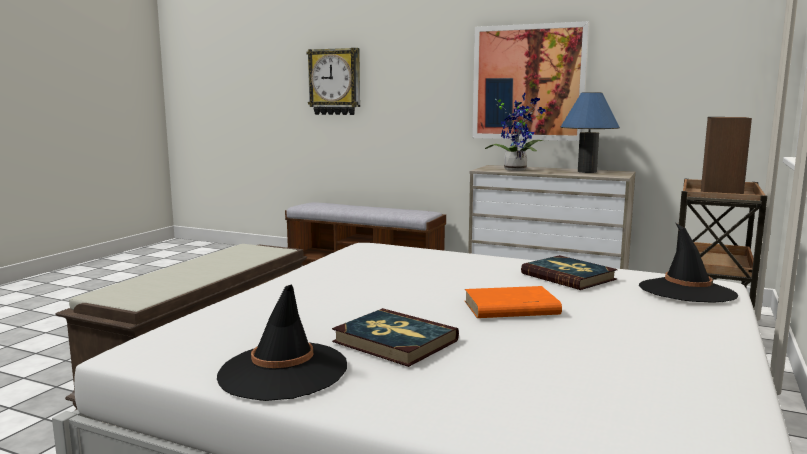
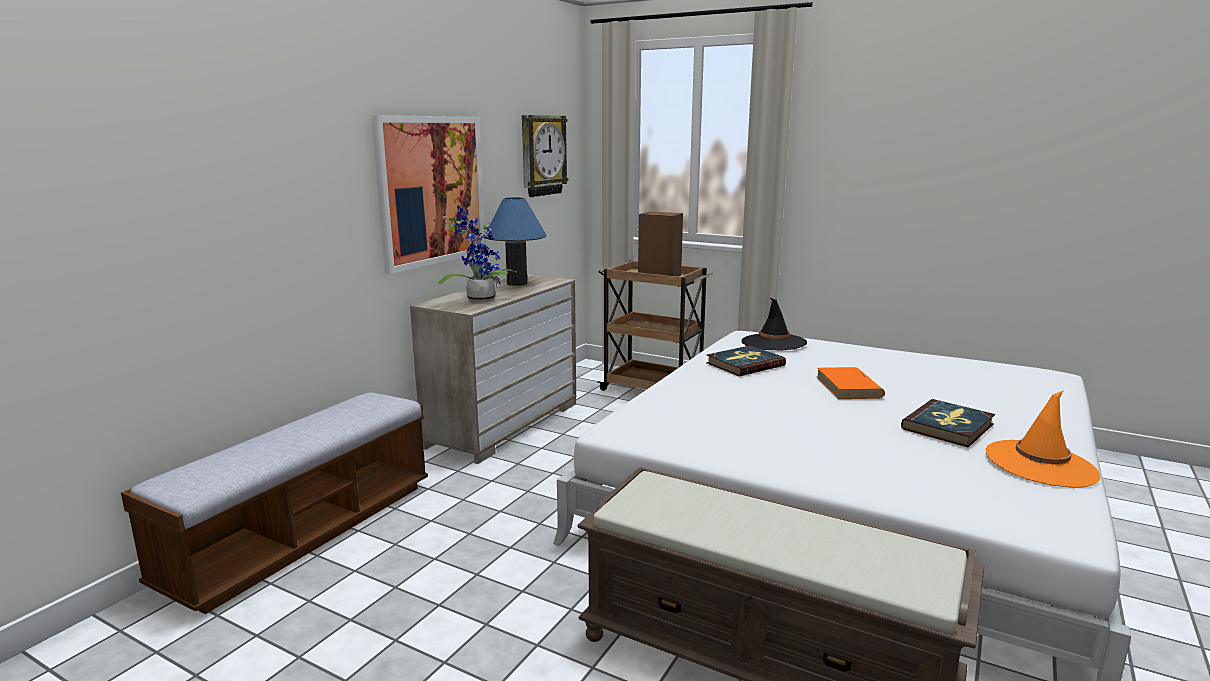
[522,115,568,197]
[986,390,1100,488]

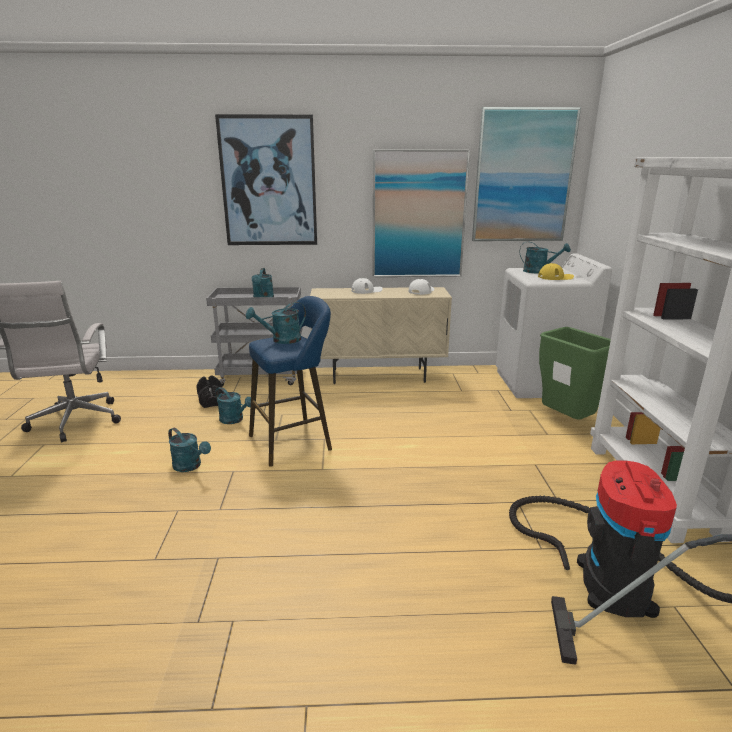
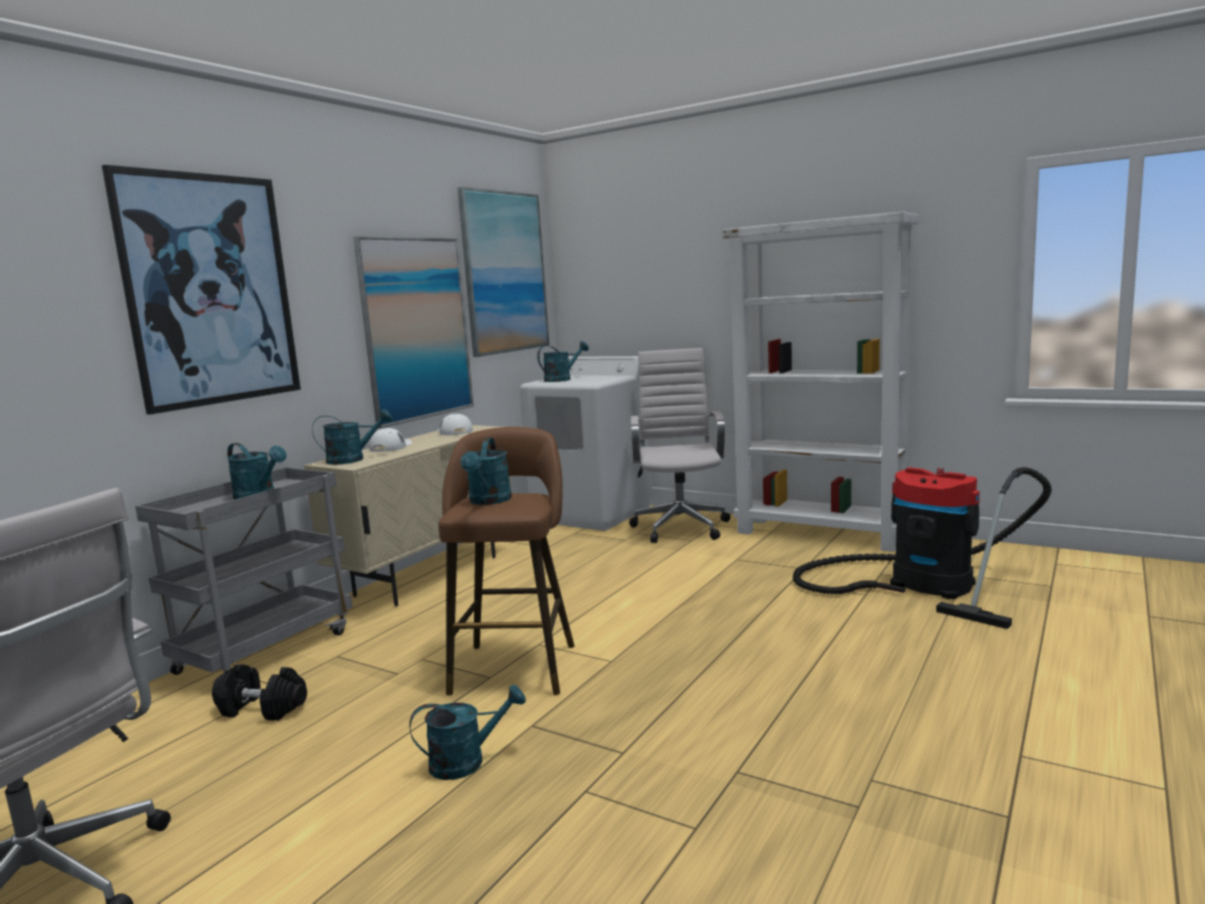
[538,263,574,280] (first image)
[312,409,393,465]
[629,348,730,543]
[438,427,575,695]

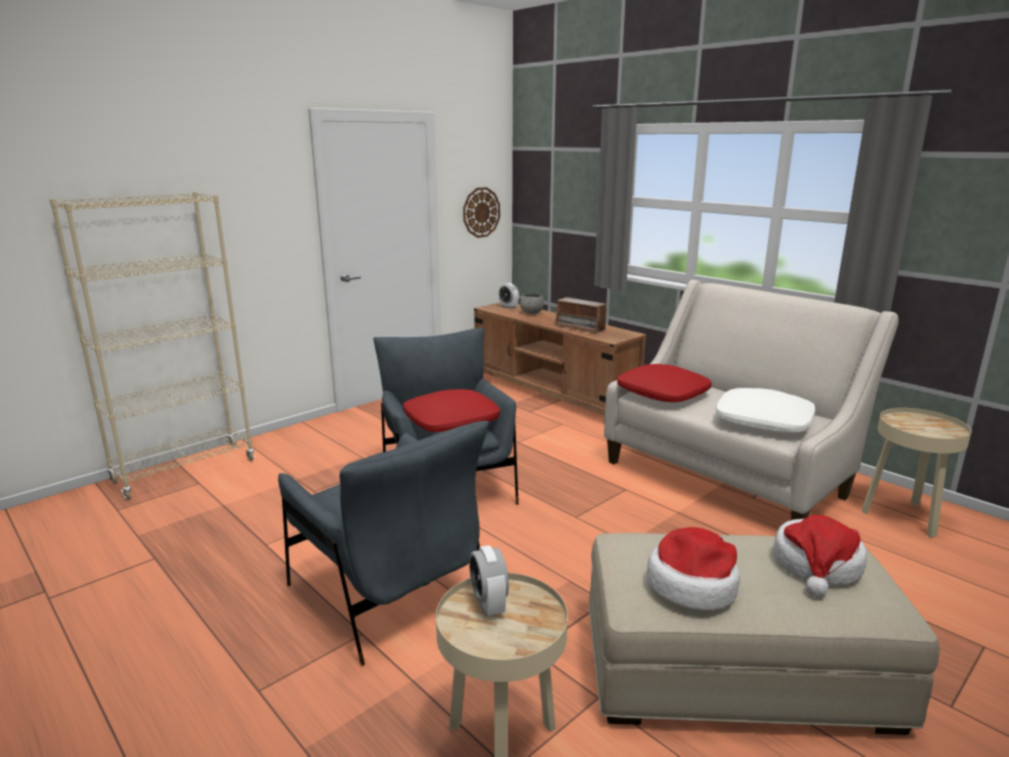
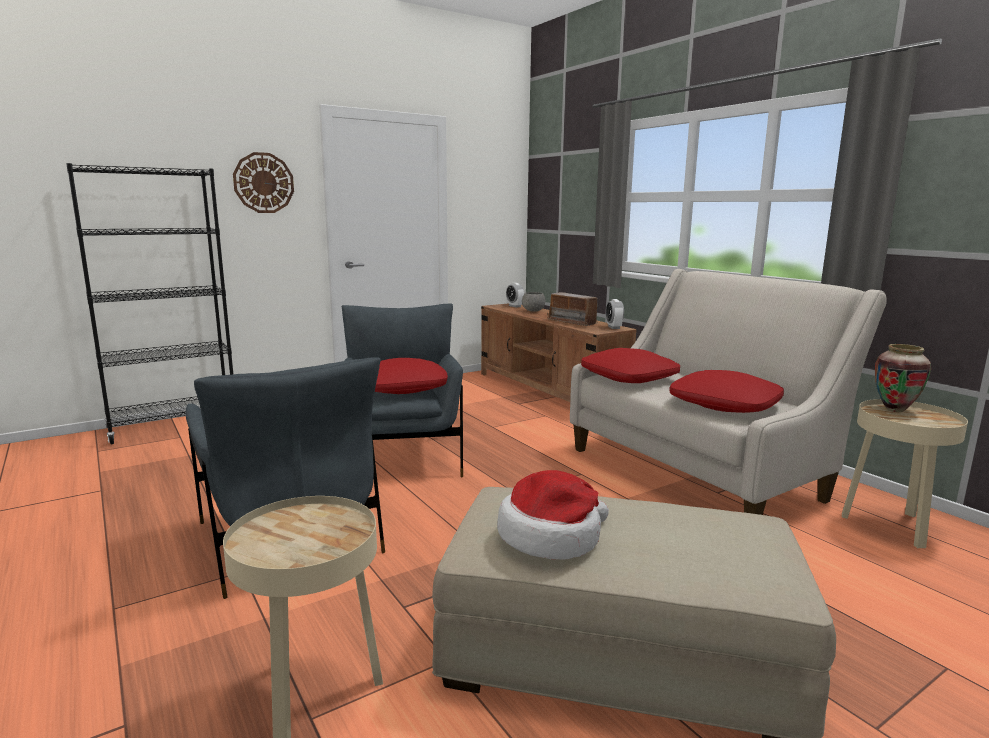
[773,515,867,597] (first image)
[875,344,931,412]
[233,152,294,213]
[606,299,624,329]
[66,163,233,444]
[669,370,784,413]

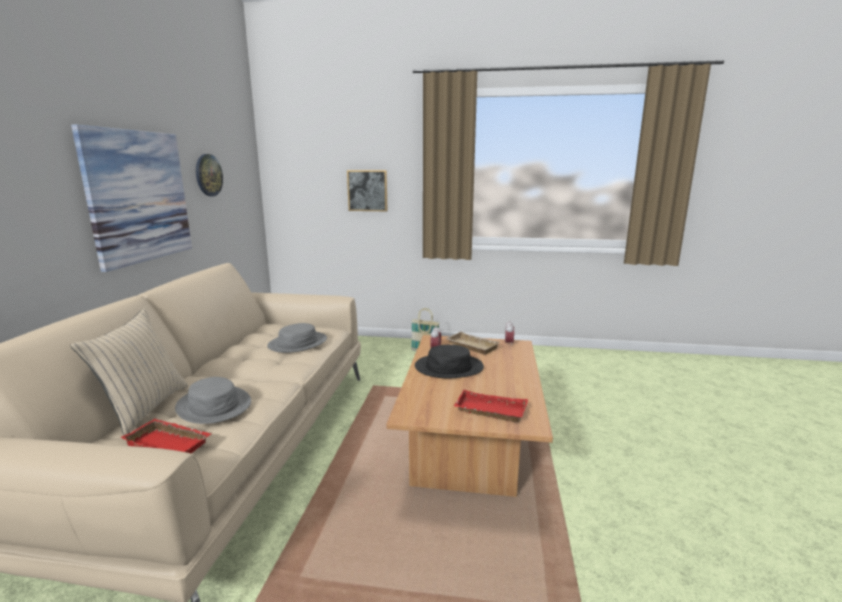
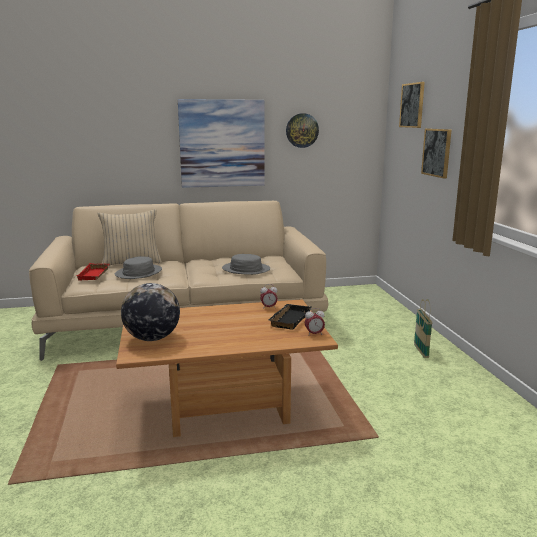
[415,345,484,378] (first image)
[399,82,425,128]
[121,283,180,341]
[269,304,311,330]

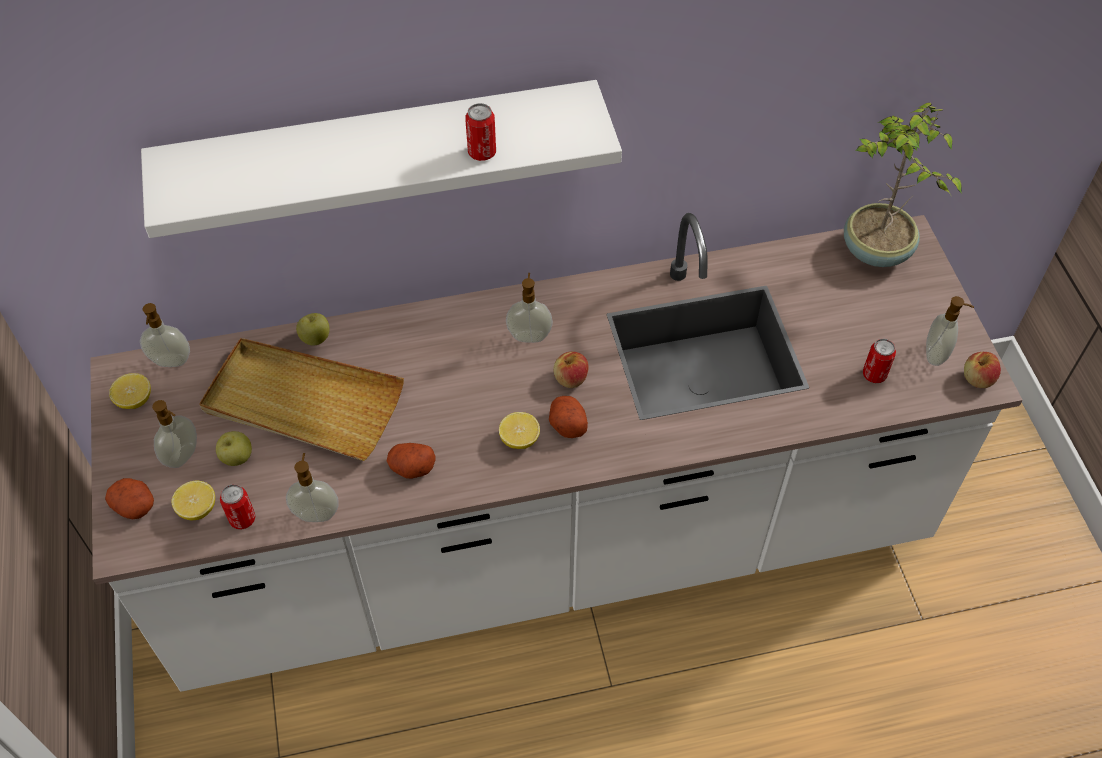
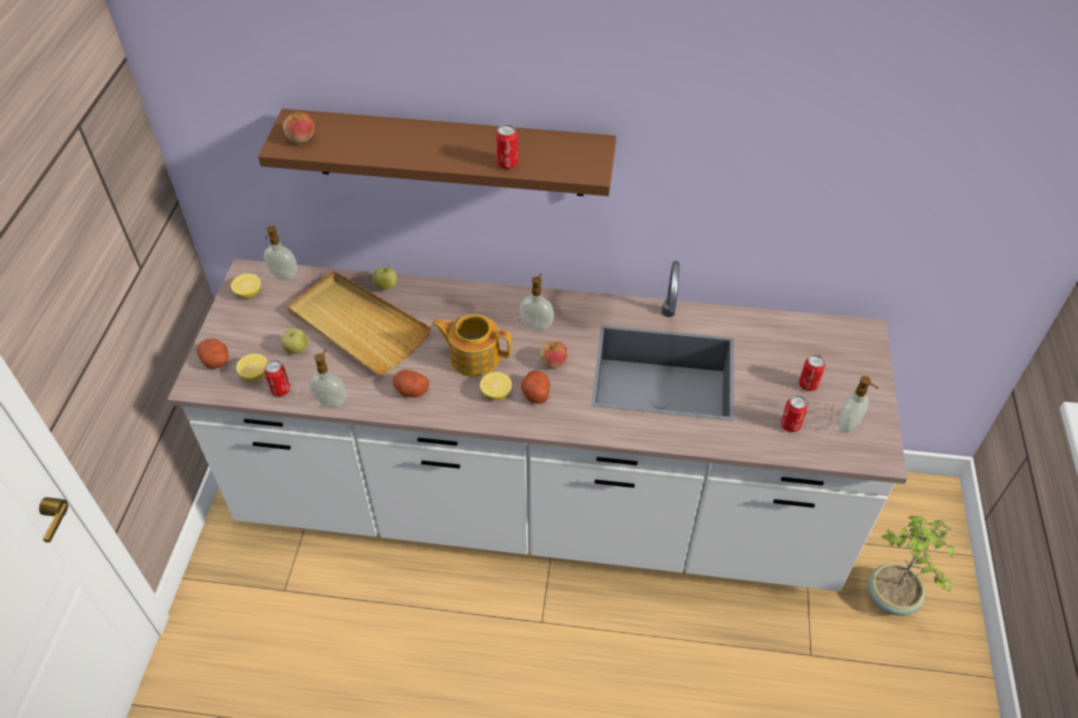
[152,400,197,468] (first image)
[432,314,512,377]
[799,355,825,391]
[868,516,954,616]
[283,112,314,144]
[258,109,616,196]

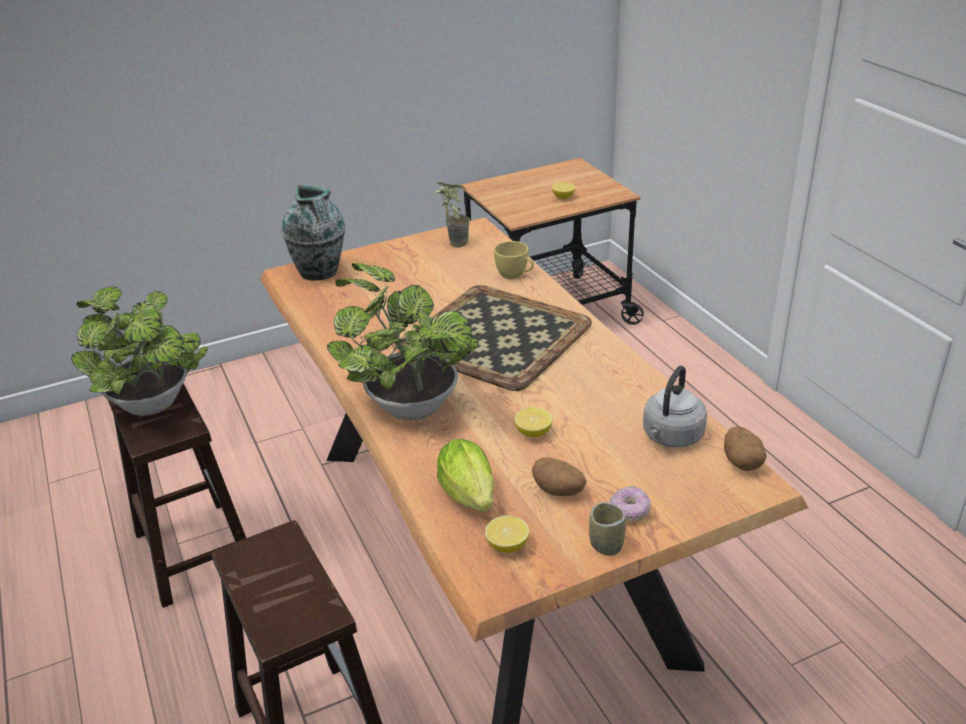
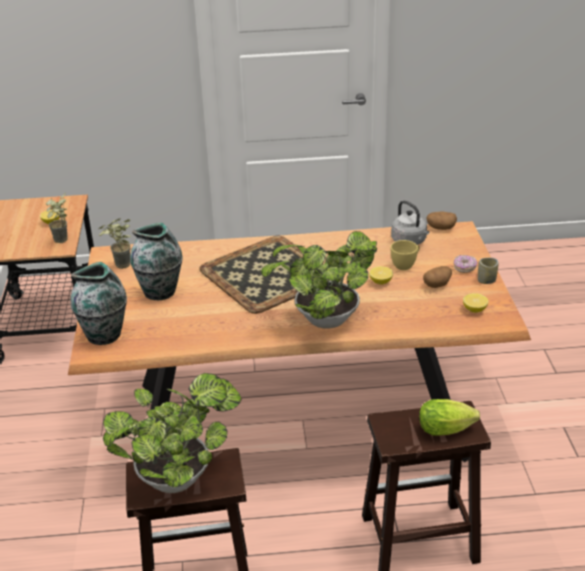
[46,192,68,243]
[130,223,183,300]
[419,399,480,436]
[391,240,420,270]

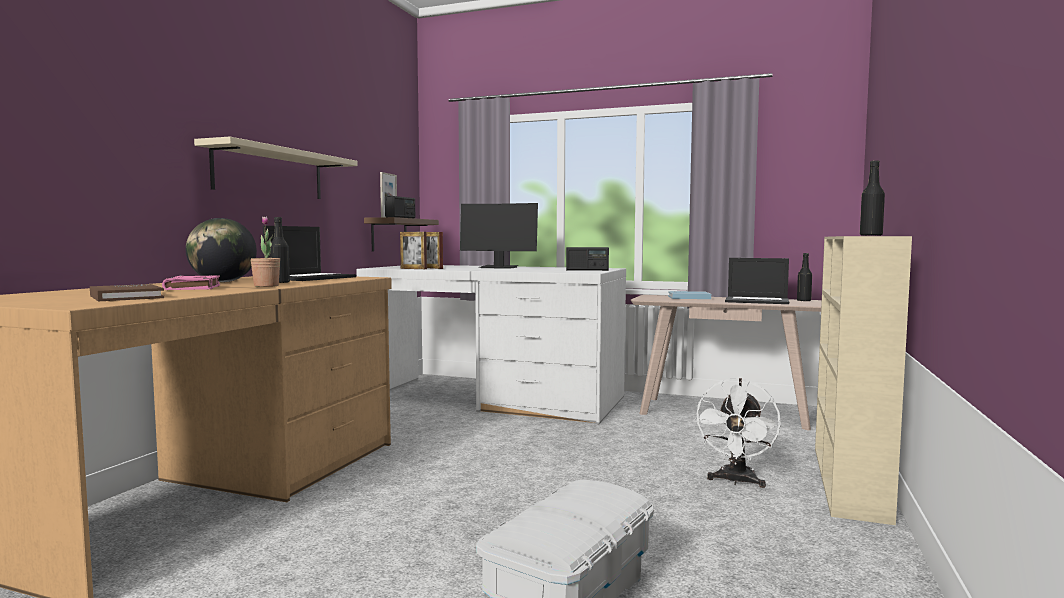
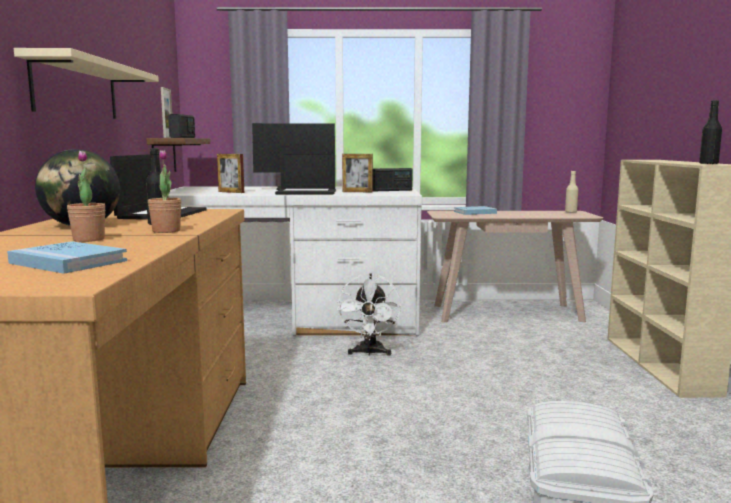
[342,154,373,192]
[337,273,401,356]
[275,151,336,194]
[67,151,106,242]
[7,241,127,274]
[565,171,578,213]

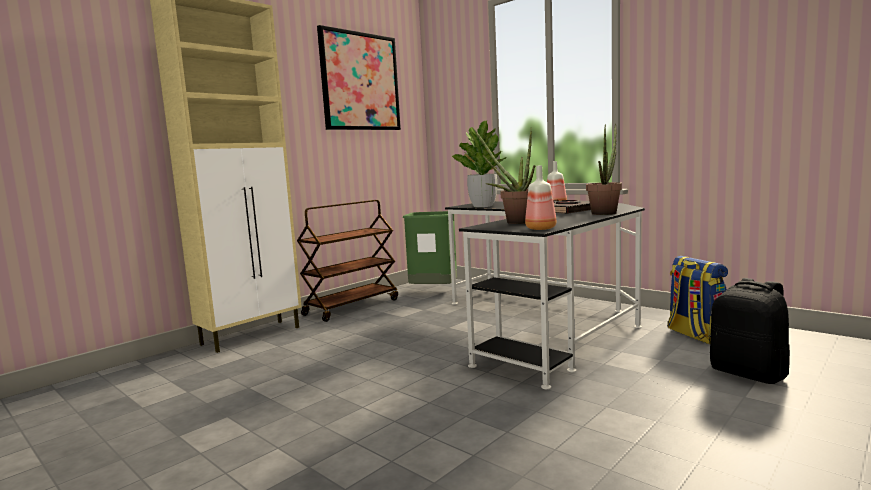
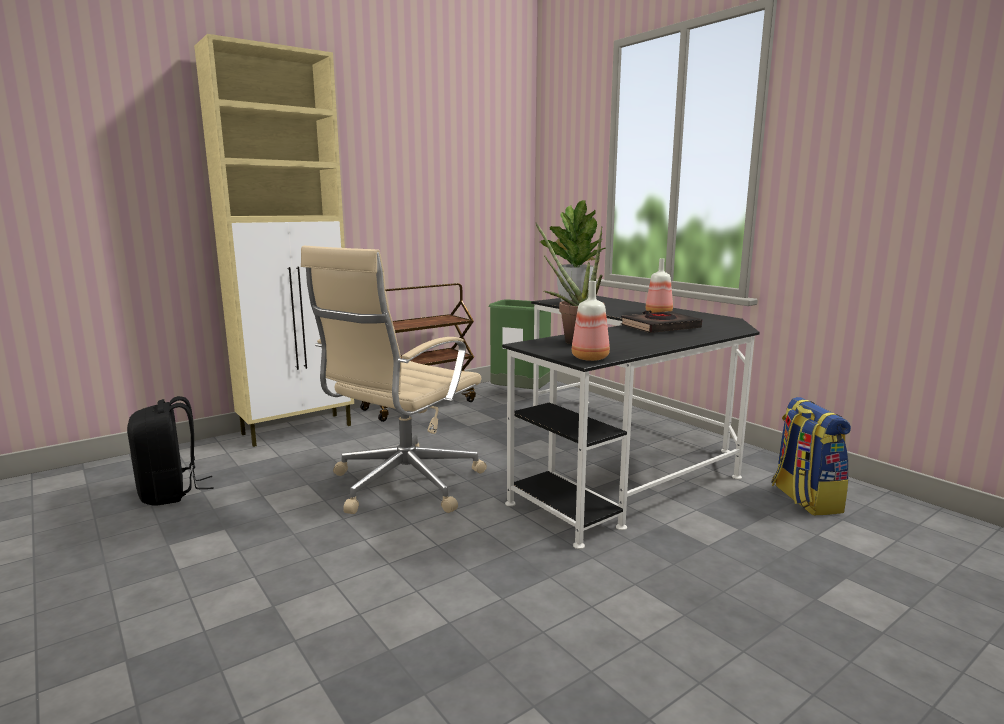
[317,25,401,130] (first image)
[586,124,622,215] (first image)
[301,246,487,514]
[127,396,214,506]

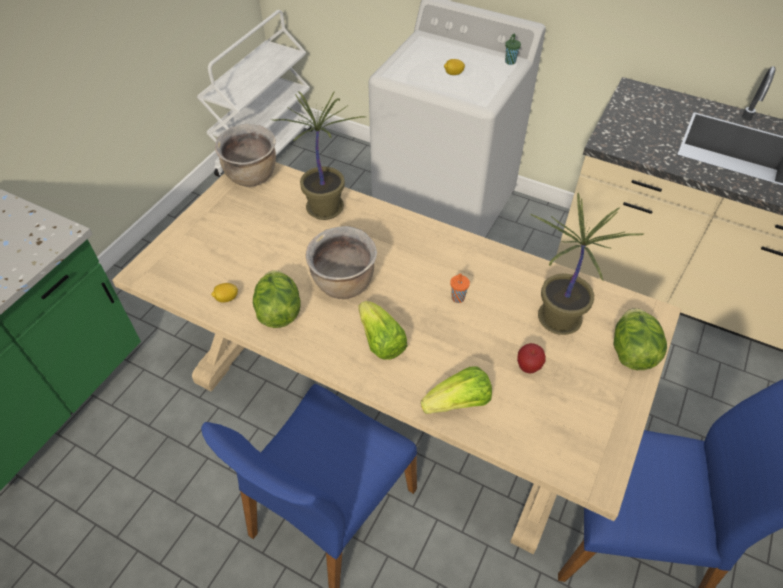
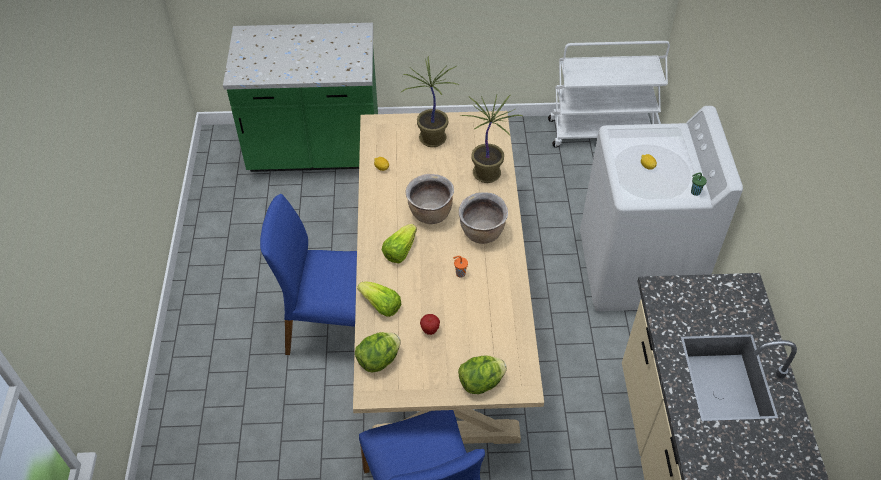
[459,192,508,244]
[355,332,401,372]
[401,56,460,147]

